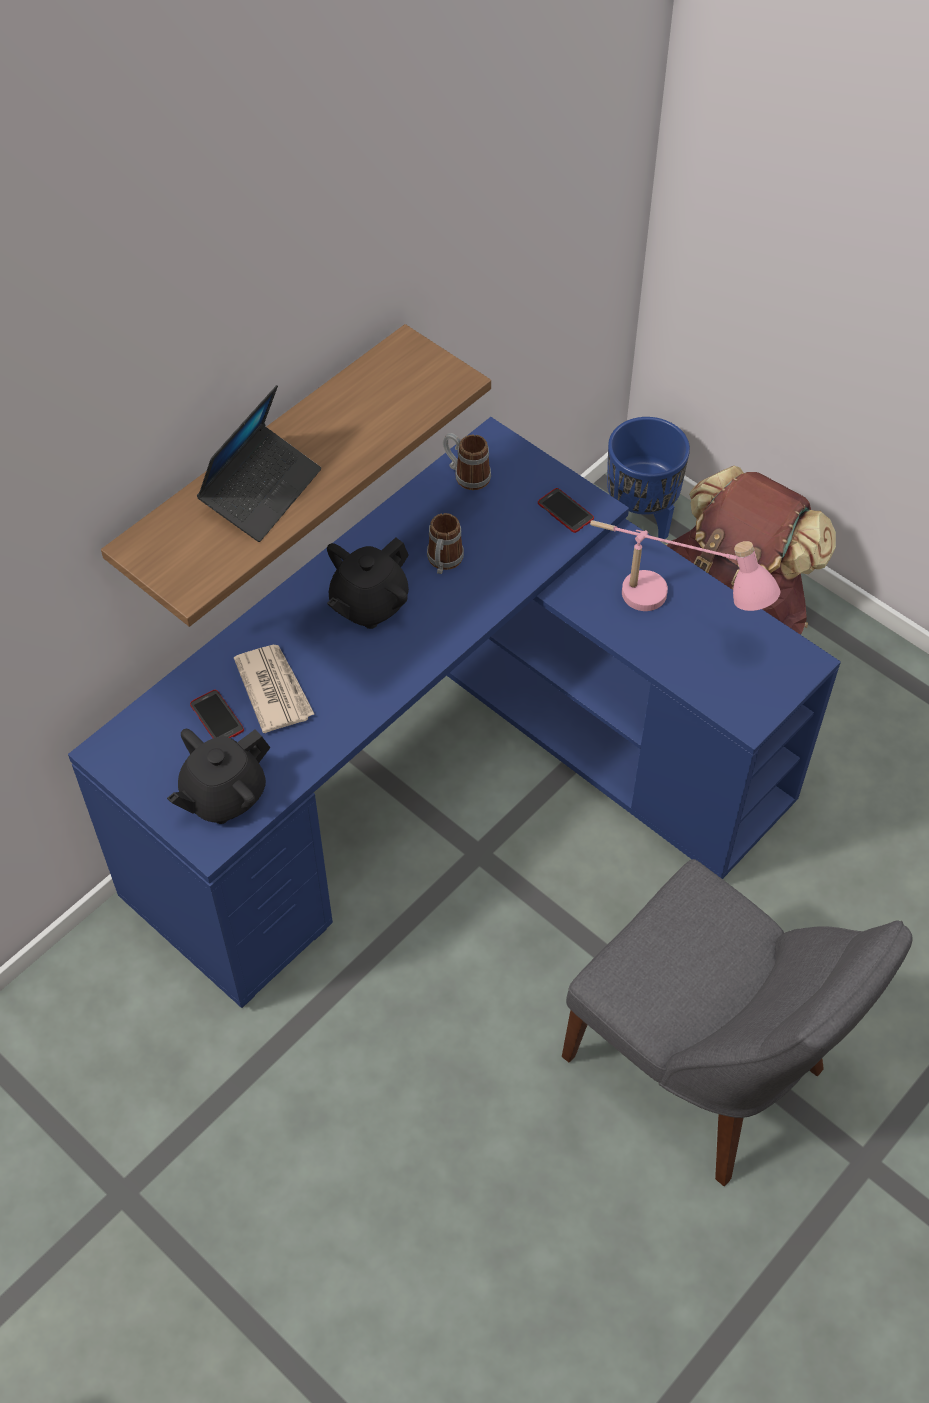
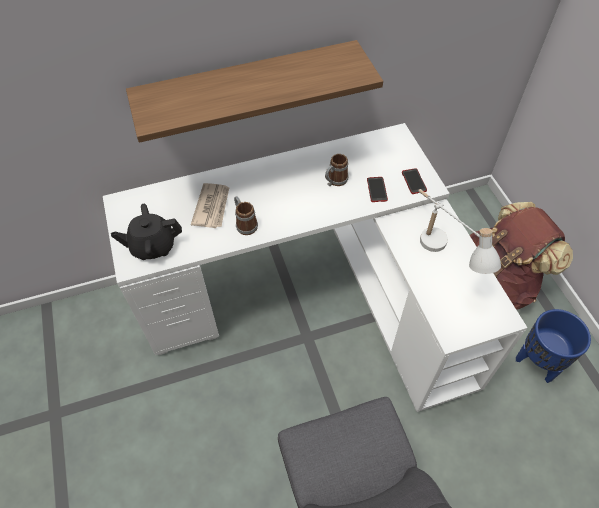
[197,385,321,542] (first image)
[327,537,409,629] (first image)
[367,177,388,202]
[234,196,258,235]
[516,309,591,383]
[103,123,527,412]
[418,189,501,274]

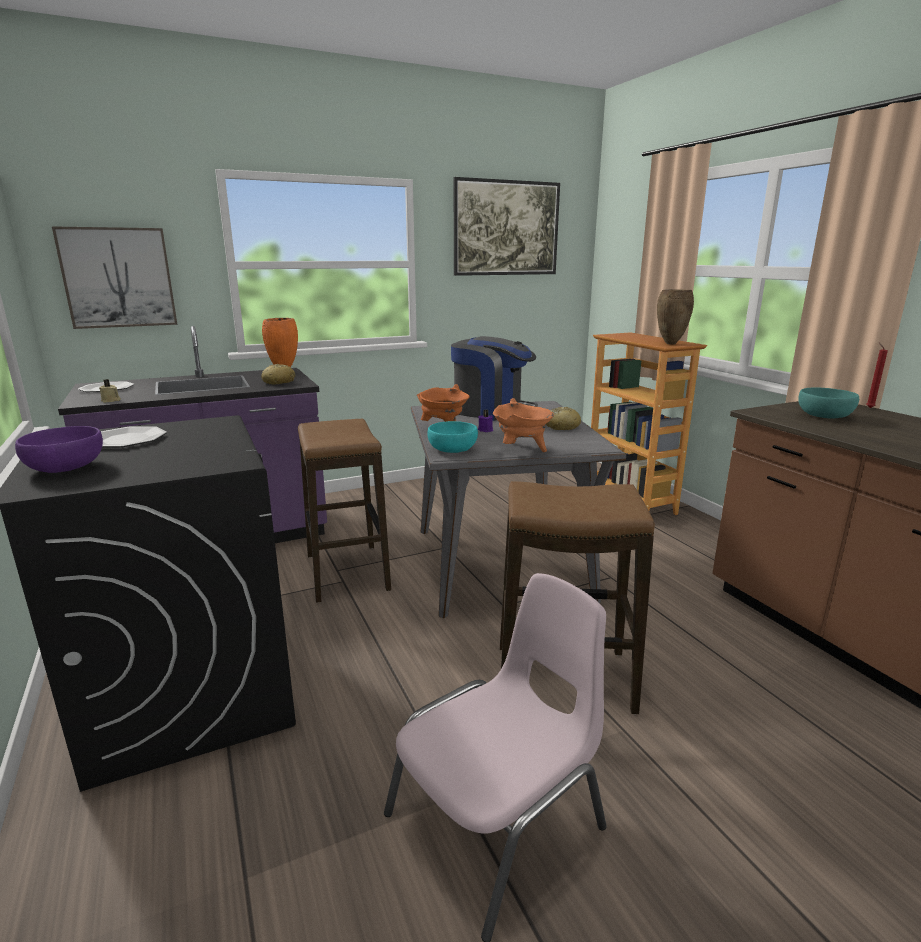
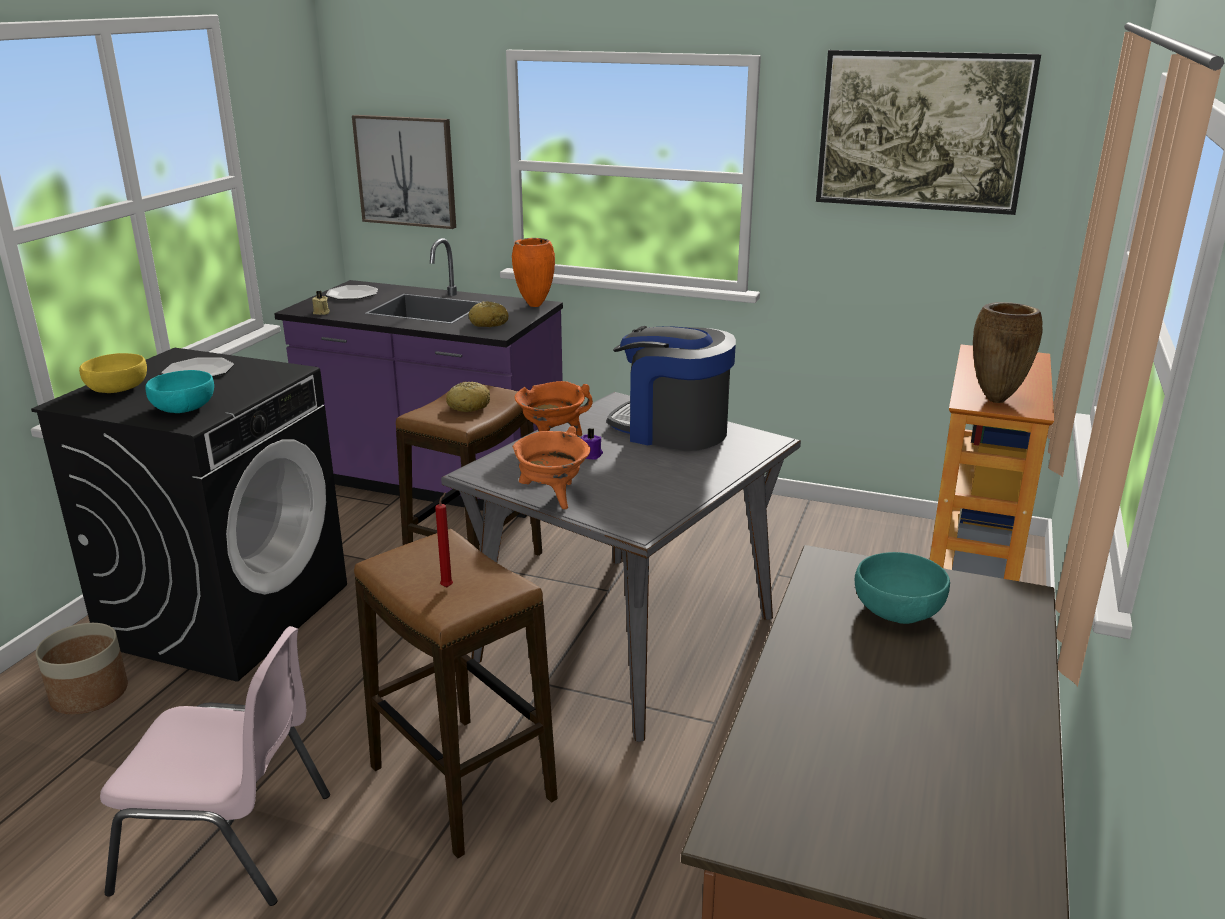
[36,623,128,715]
[145,370,214,413]
[446,382,490,412]
[435,492,453,587]
[79,353,147,393]
[607,326,736,451]

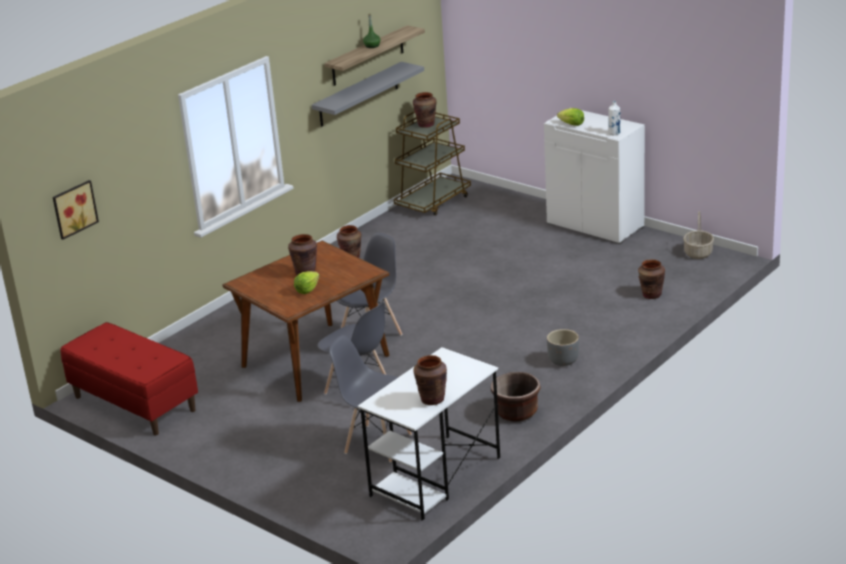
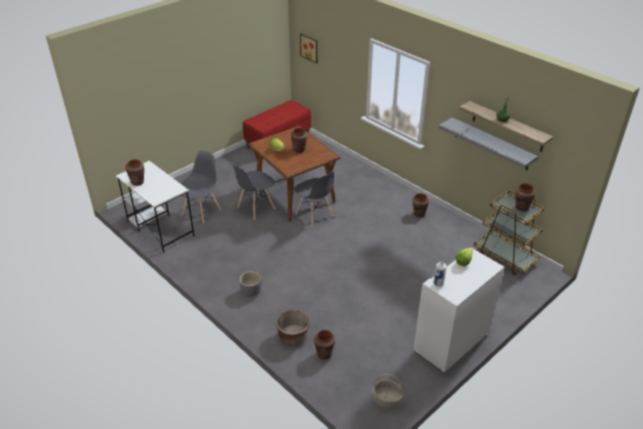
[276,309,310,346]

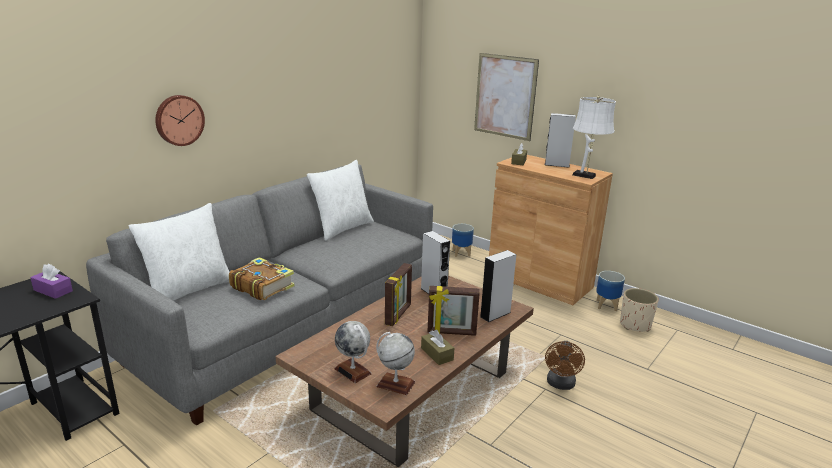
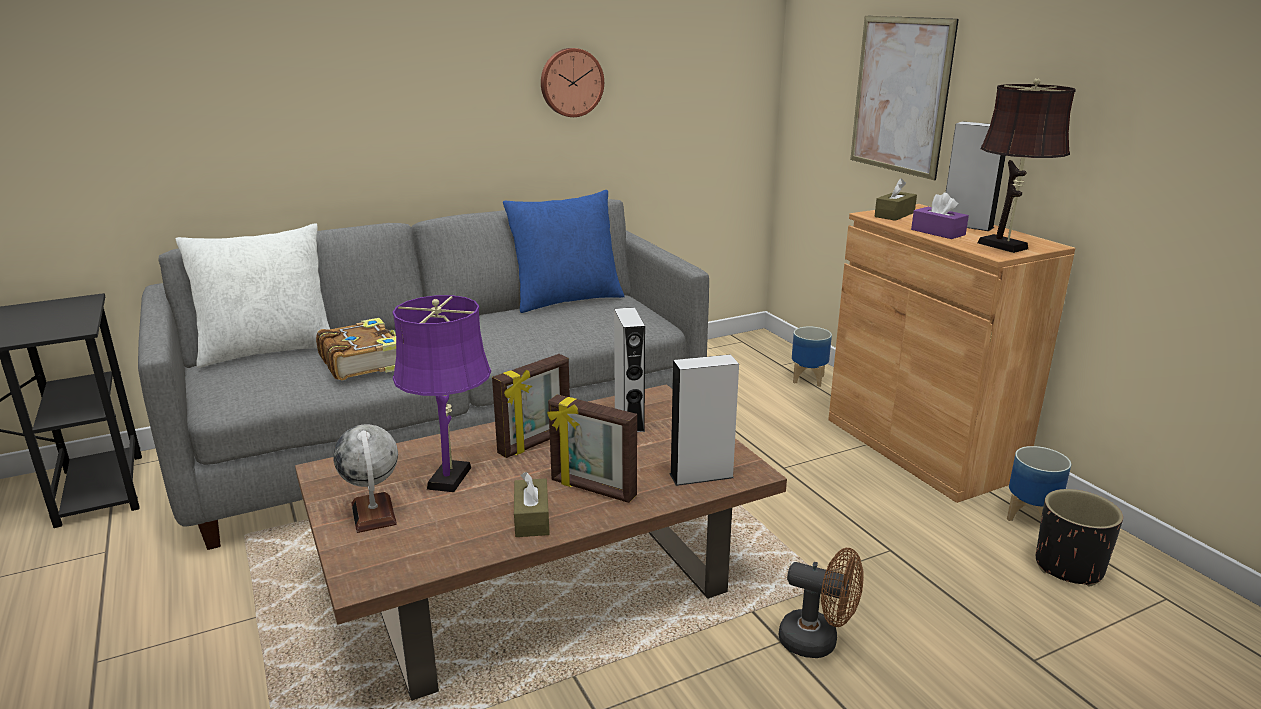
[376,332,415,395] (first image)
[393,295,491,492]
[911,193,969,239]
[541,48,604,117]
[503,190,625,313]
[978,78,1076,253]
[1036,489,1123,587]
[778,548,863,658]

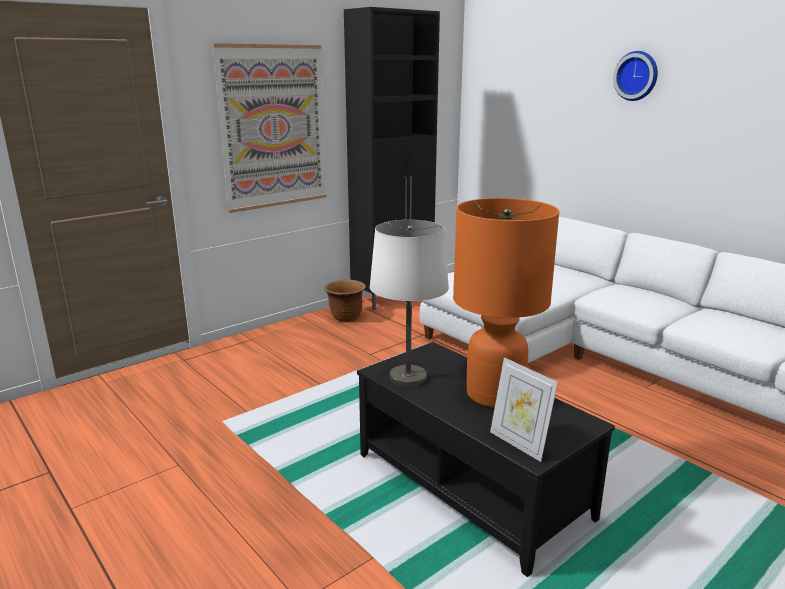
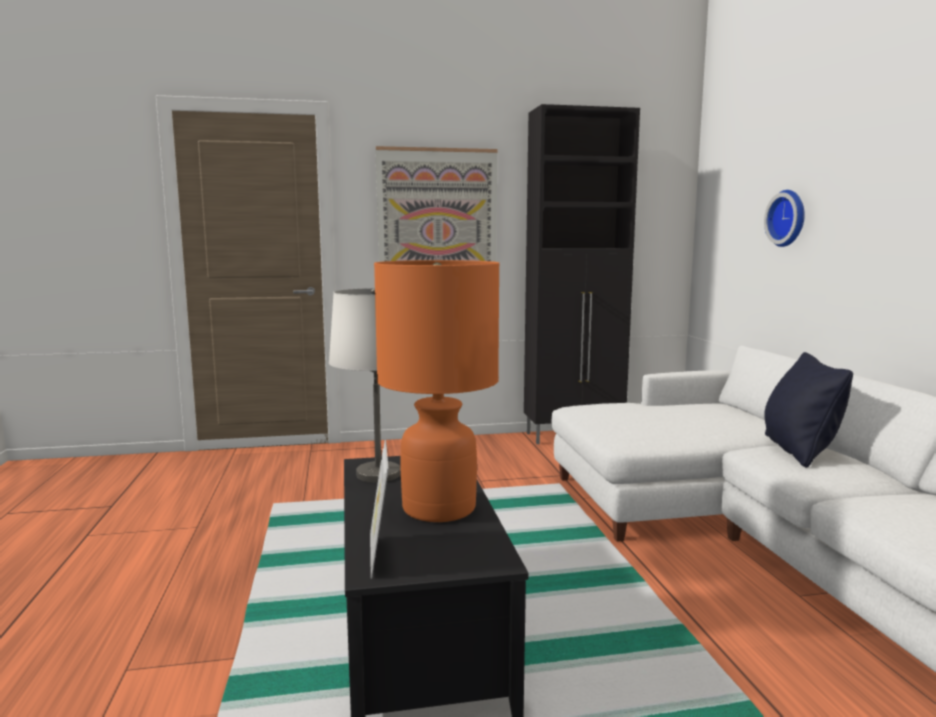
[324,280,366,322] (first image)
[764,352,853,467]
[764,190,805,247]

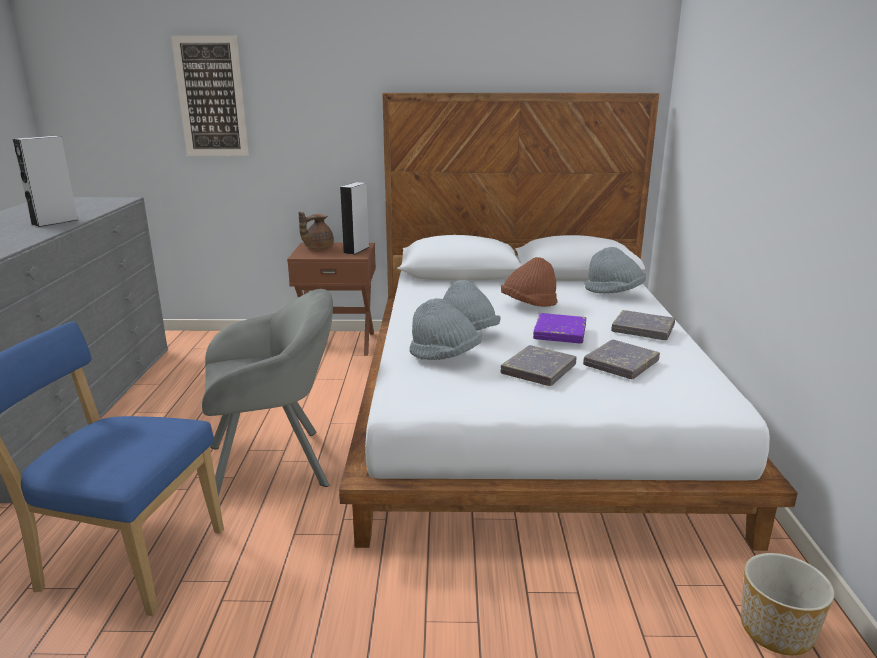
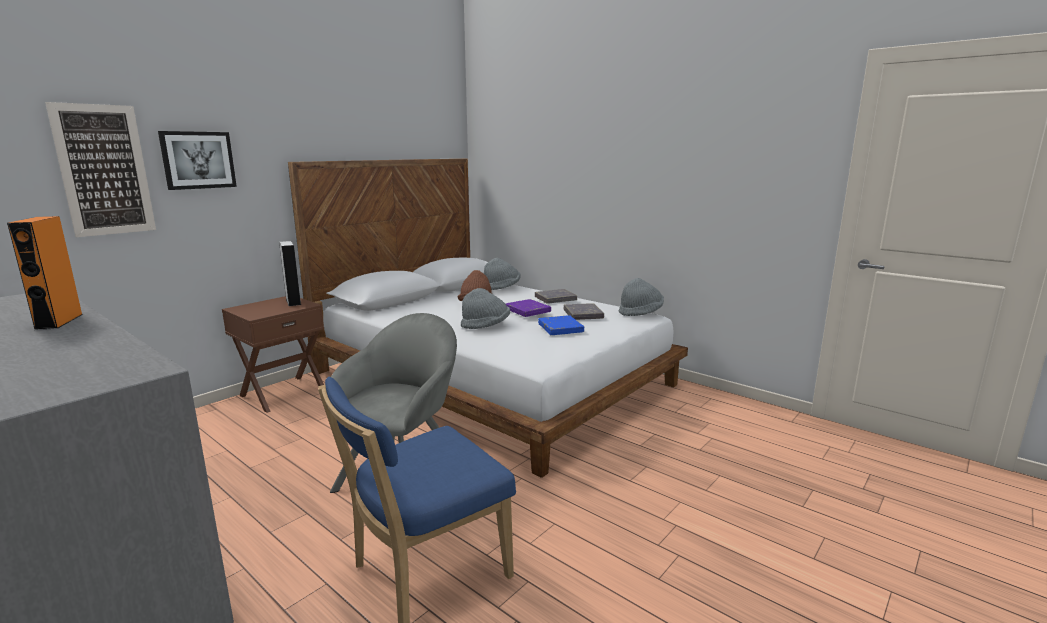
[299,212,334,249] (first image)
[741,553,834,655] (first image)
[158,131,237,190]
[619,278,664,316]
[7,216,83,330]
[538,315,584,335]

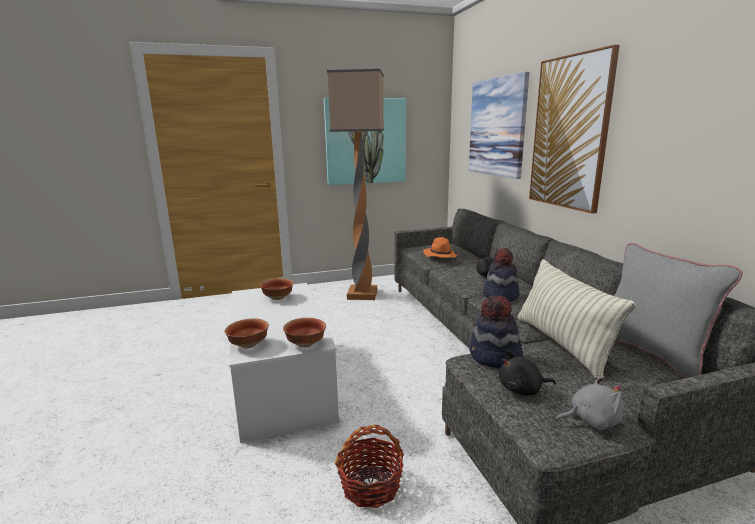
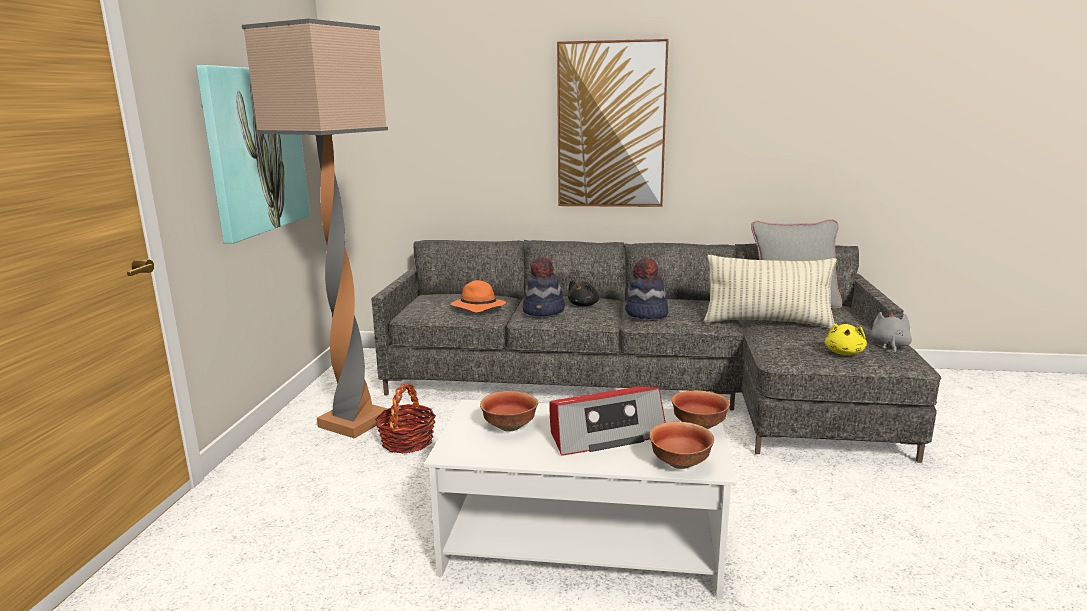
[469,72,529,179] (first image)
[550,387,666,456]
[375,383,436,453]
[523,257,565,316]
[825,324,867,355]

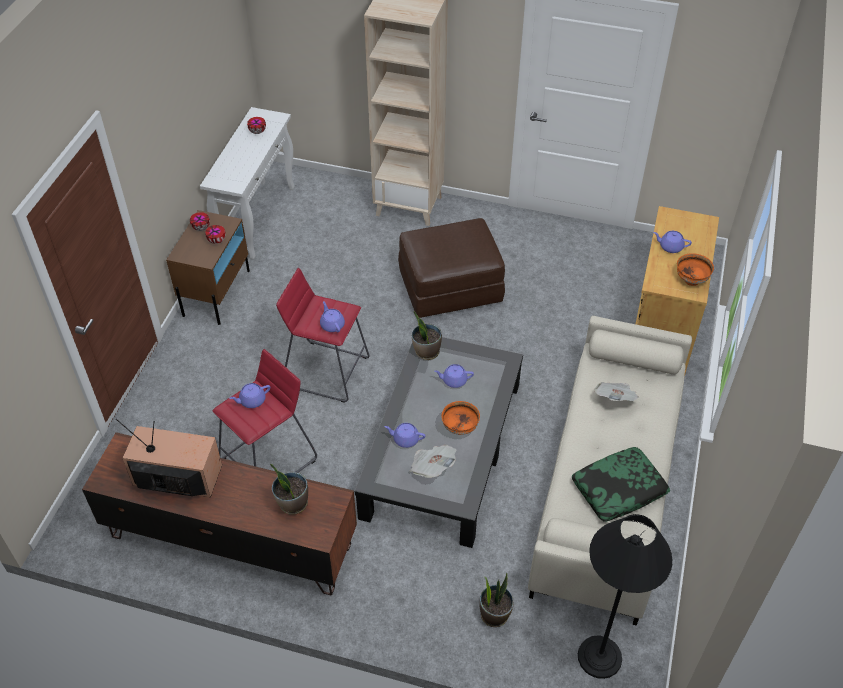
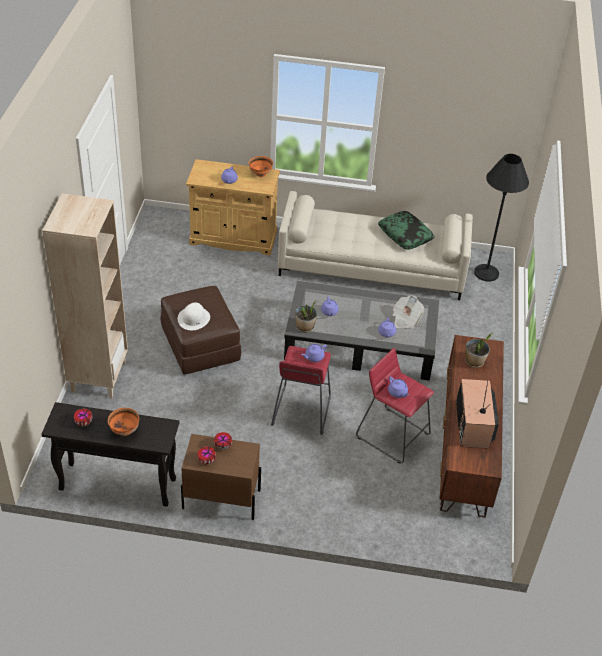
[479,573,514,627] (first image)
[594,382,639,401] (first image)
[178,303,210,330]
[108,408,139,436]
[41,402,179,507]

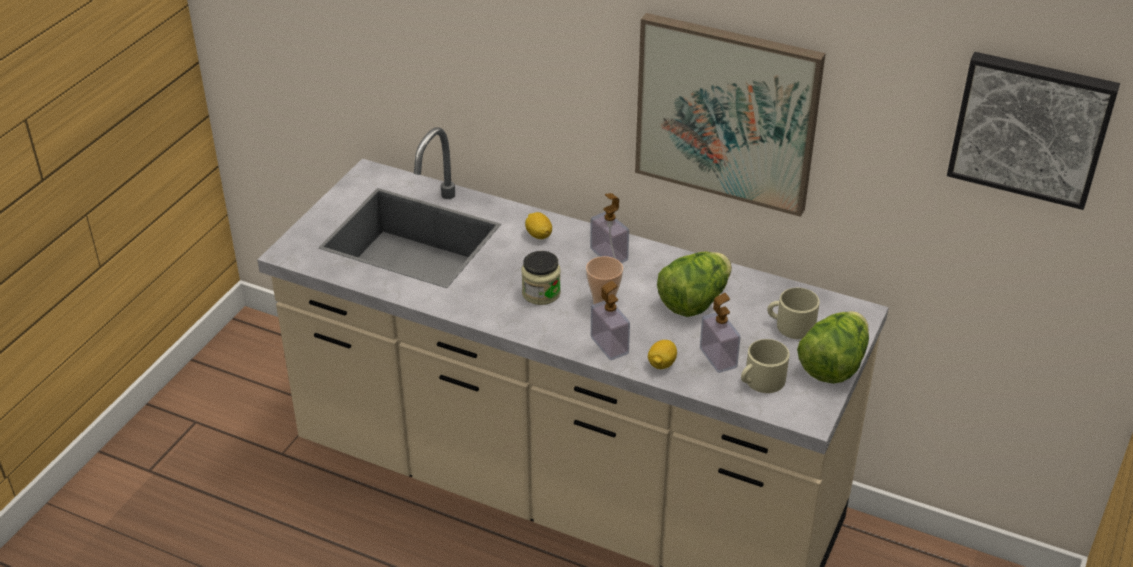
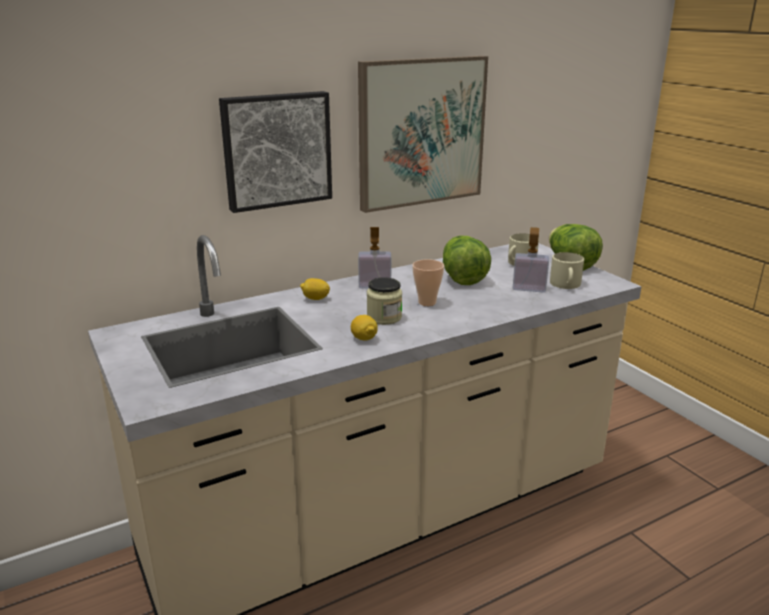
[591,281,630,360] (first image)
[351,315,378,340]
[219,91,332,213]

